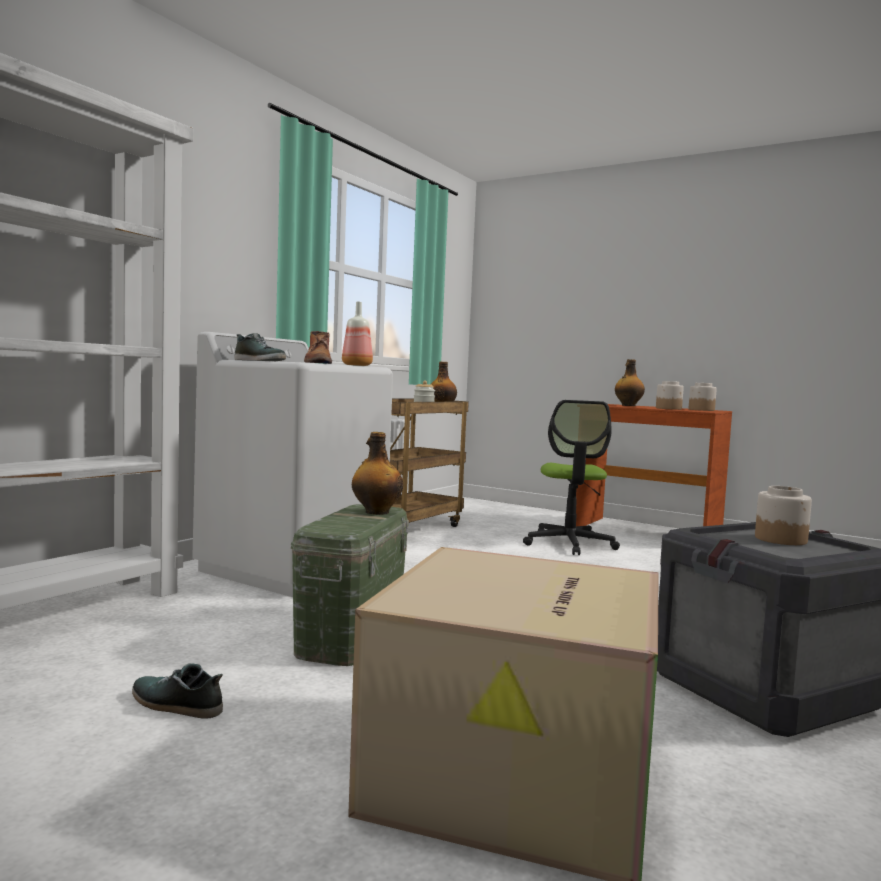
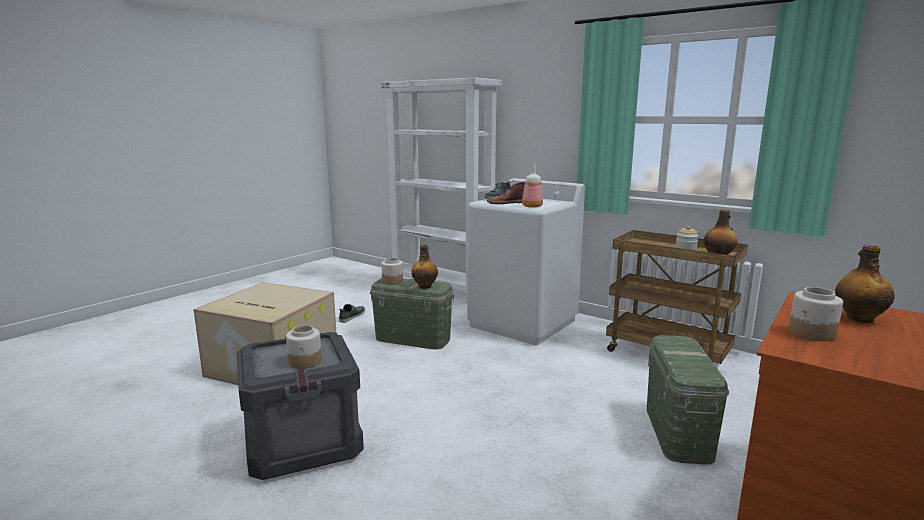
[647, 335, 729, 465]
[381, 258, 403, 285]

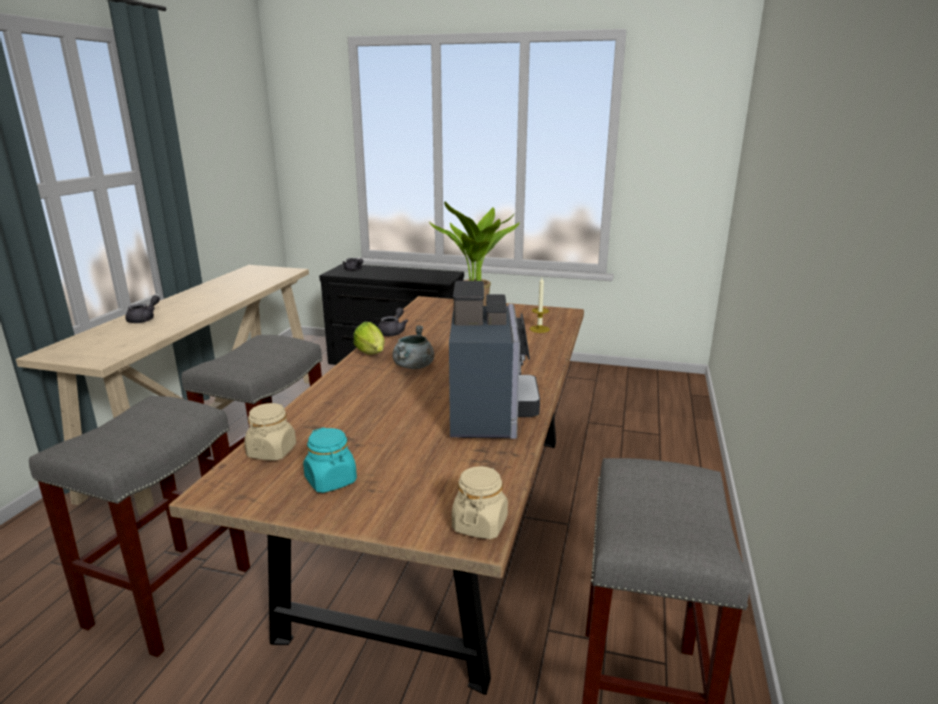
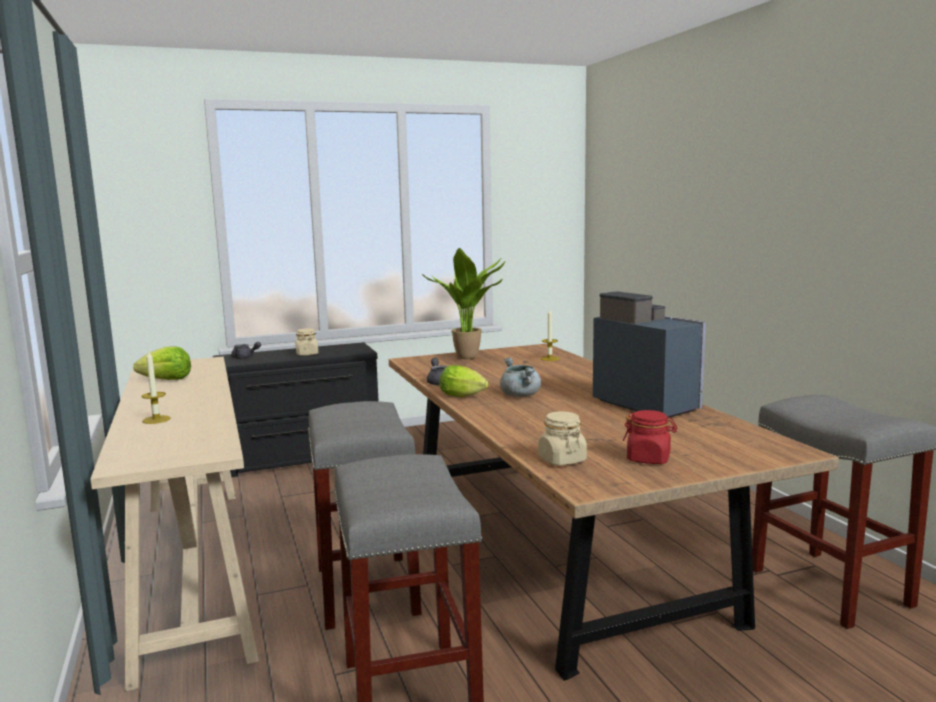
[141, 350, 171, 424]
[623, 410, 677, 464]
[296, 329, 318, 356]
[133, 346, 191, 380]

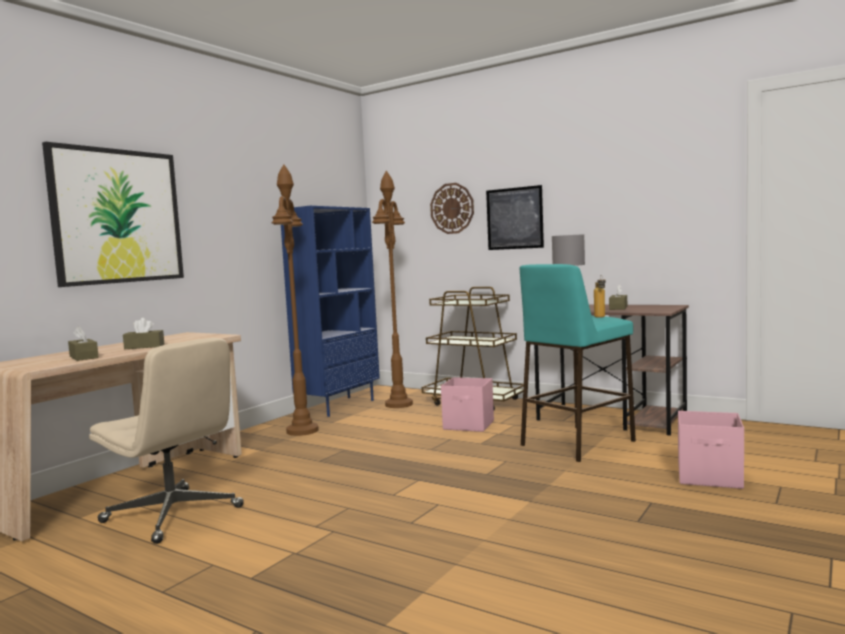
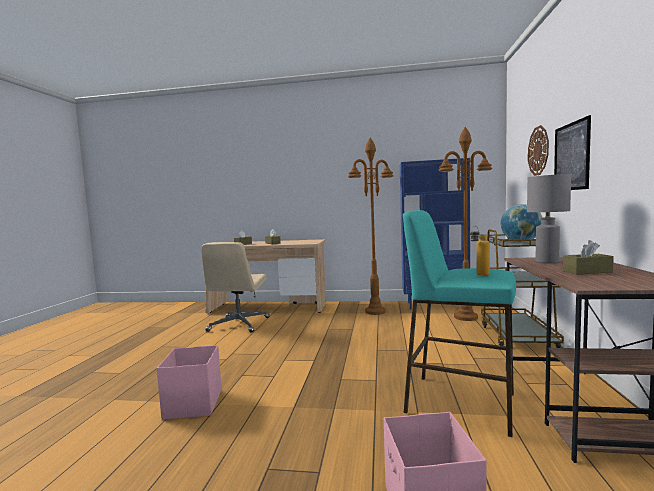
[42, 142, 184, 287] (first image)
[157, 345, 222, 420]
[500, 204, 543, 242]

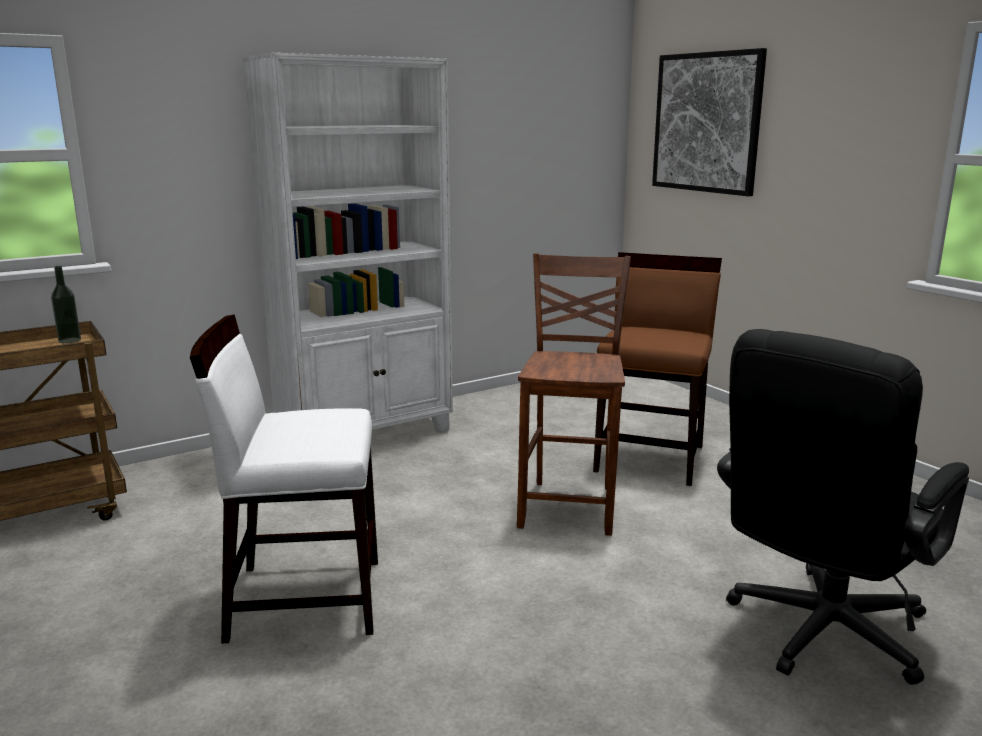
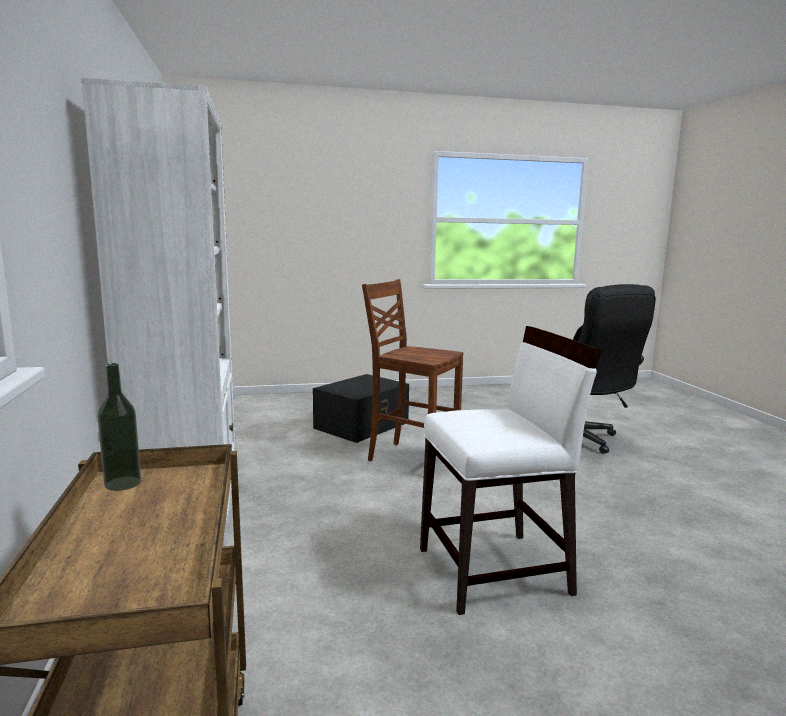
[420, 326, 601, 615]
[313, 374, 409, 443]
[652, 48, 767, 196] (first image)

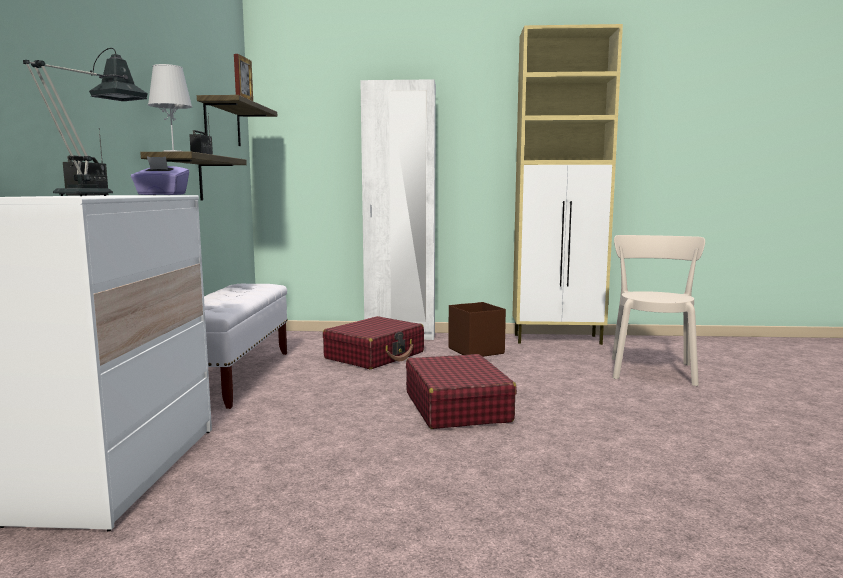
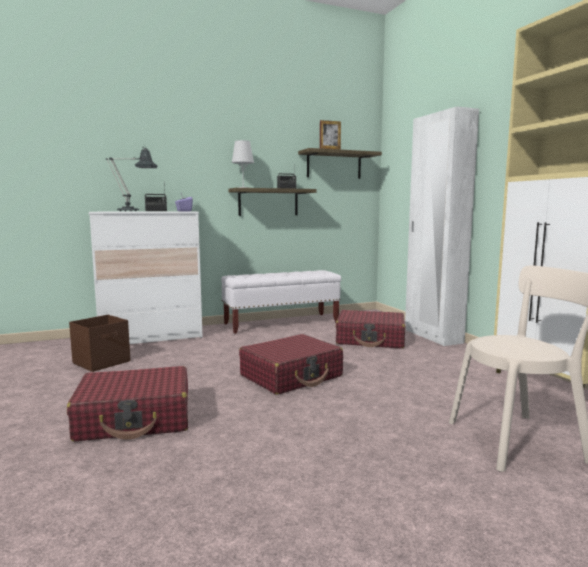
[69, 315, 130, 372]
[67, 366, 188, 442]

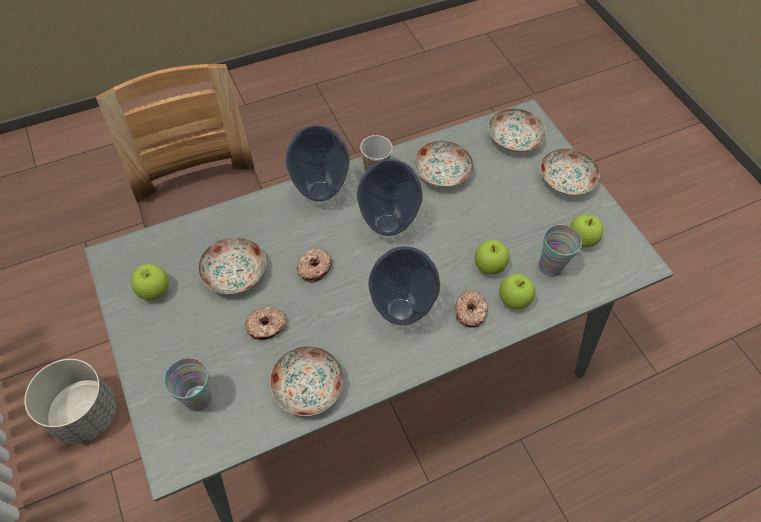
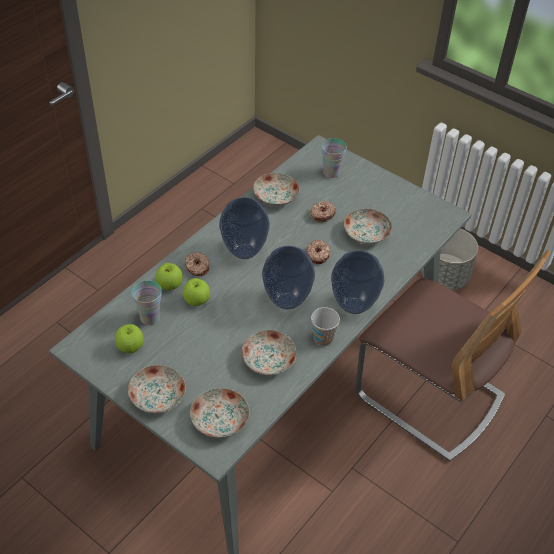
[131, 264, 169, 300] (first image)

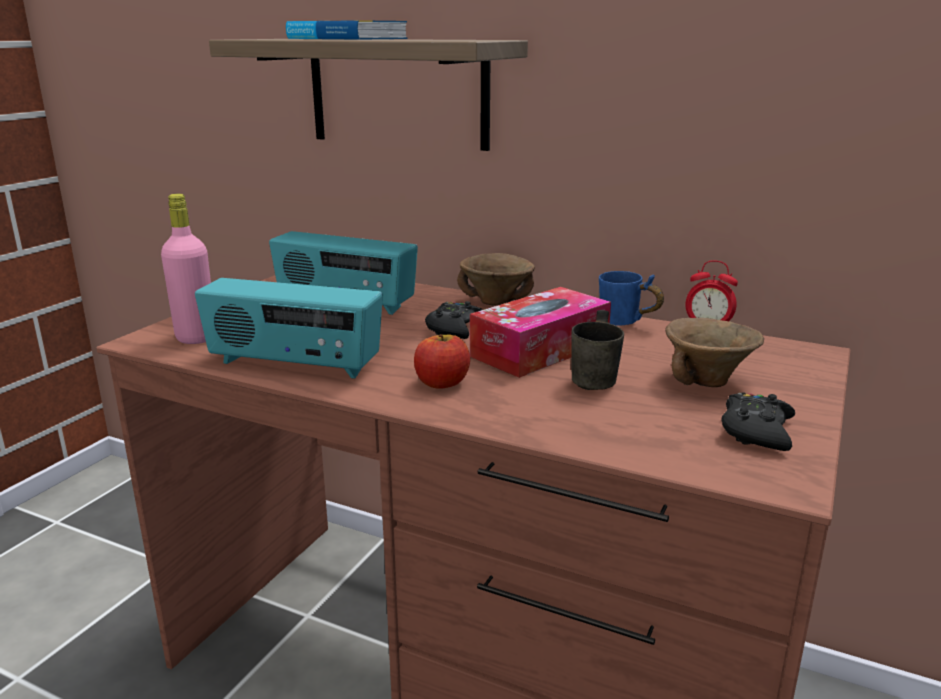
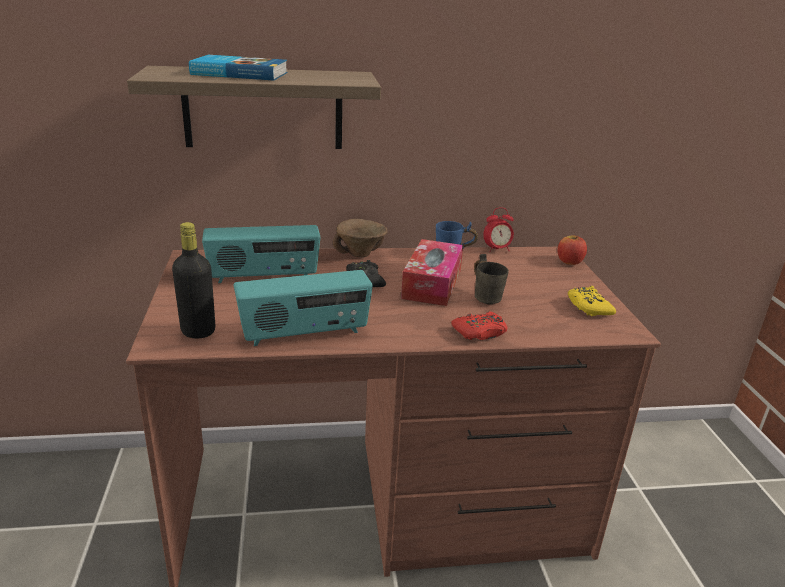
[172, 222, 216, 339]
[558, 235, 587, 265]
[665, 318, 764, 387] (first image)
[568, 286, 616, 316]
[451, 312, 508, 340]

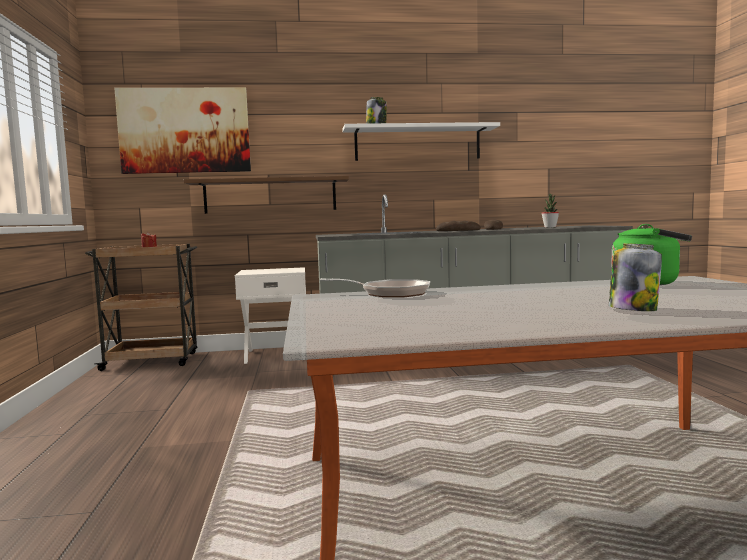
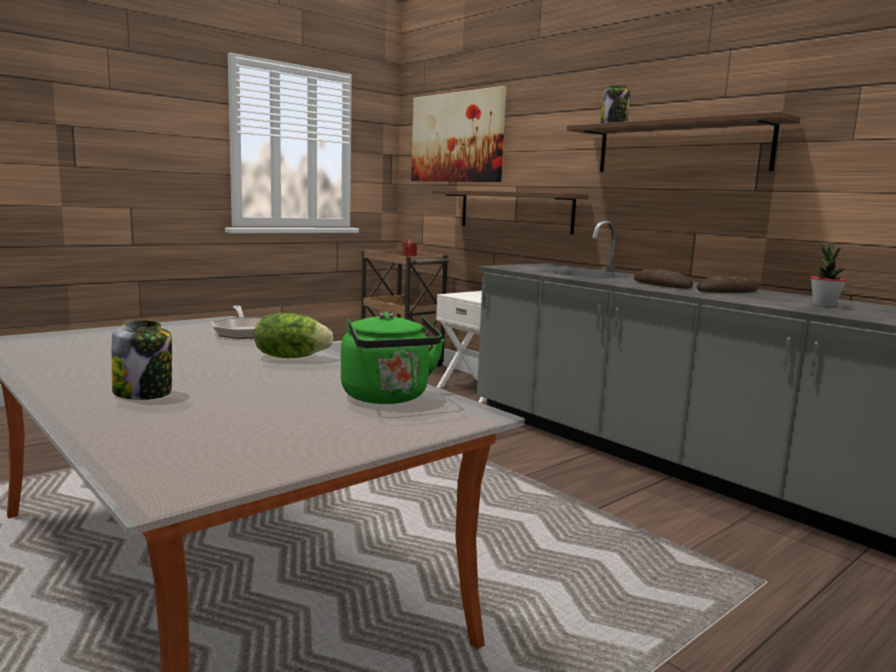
[567, 111, 801, 172]
[254, 313, 334, 358]

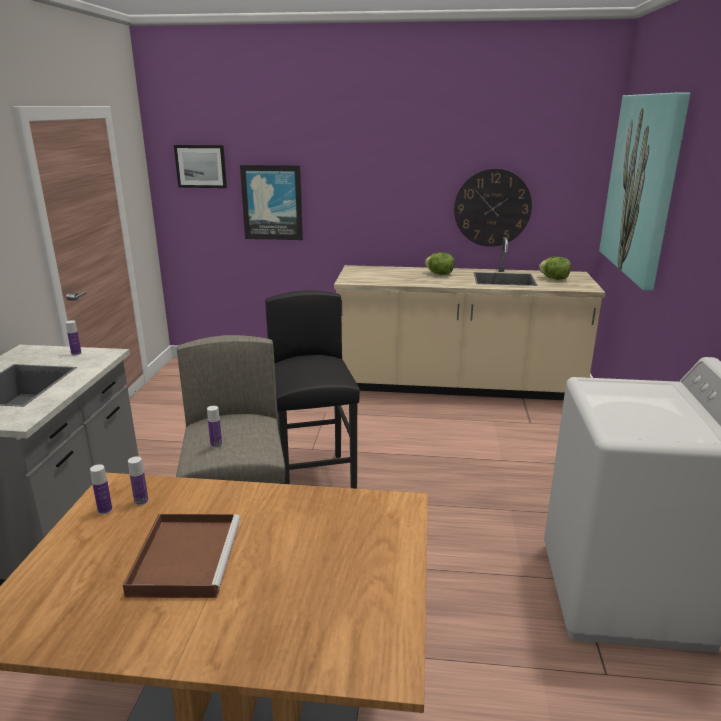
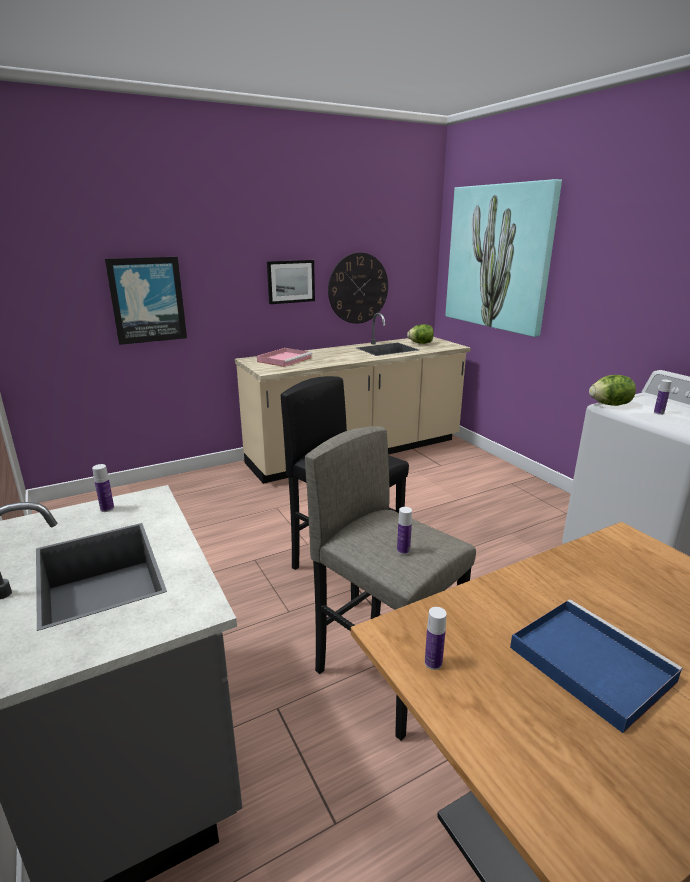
[510, 599, 683, 733]
[654, 380, 672, 415]
[267, 260, 315, 304]
[589, 375, 636, 406]
[257, 348, 313, 367]

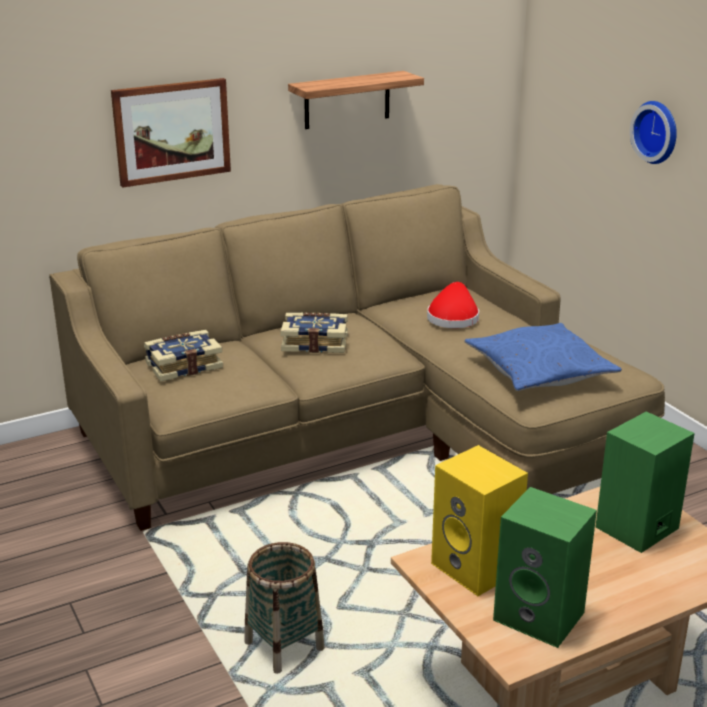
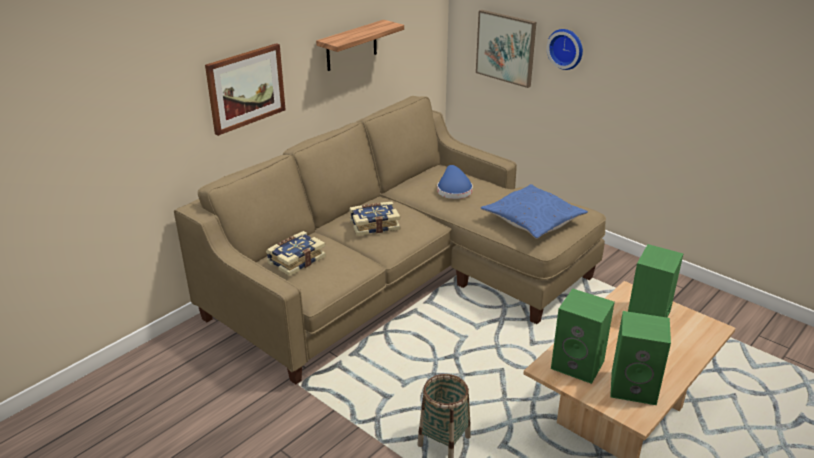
[437, 165, 473, 199]
[551, 288, 615, 384]
[476, 10, 536, 88]

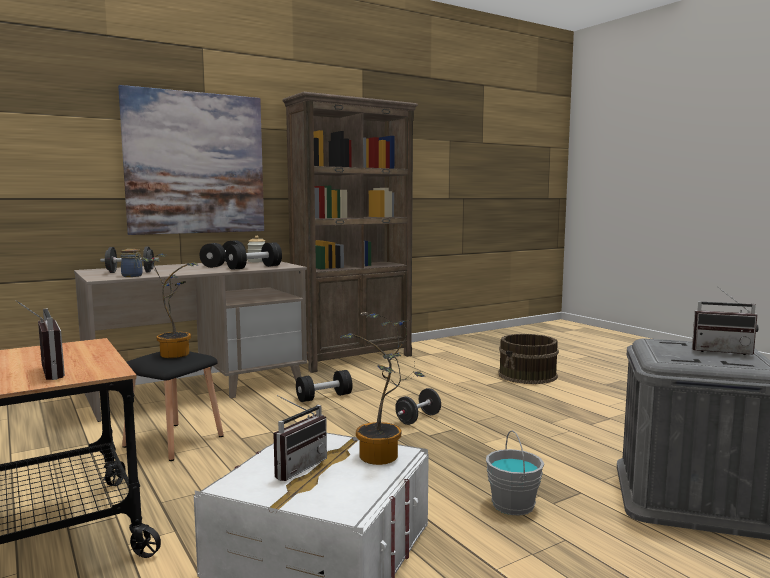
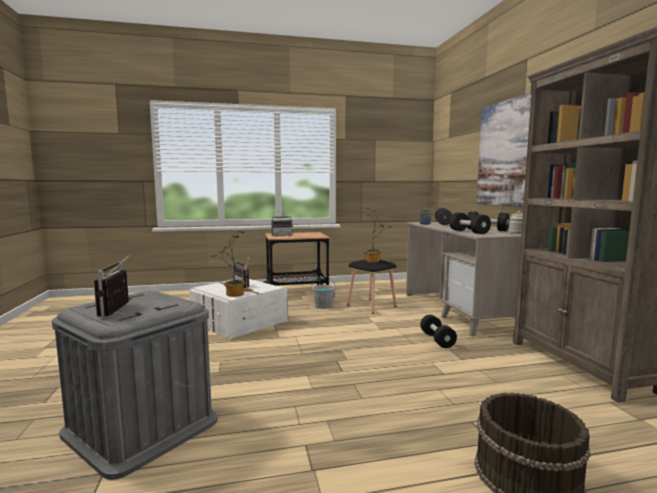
[395, 388, 441, 425] (first image)
[312, 276, 335, 309]
[94, 253, 132, 317]

